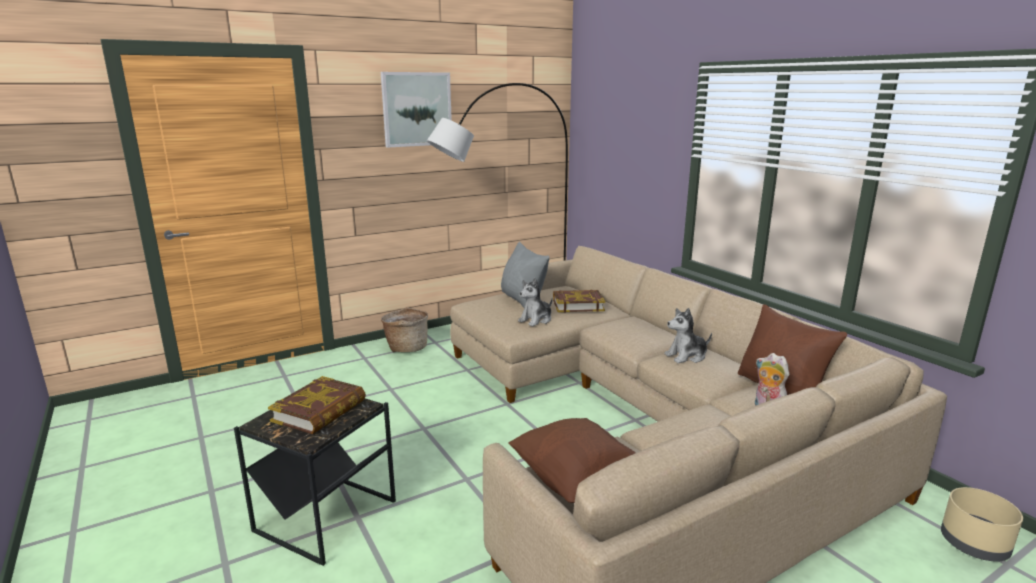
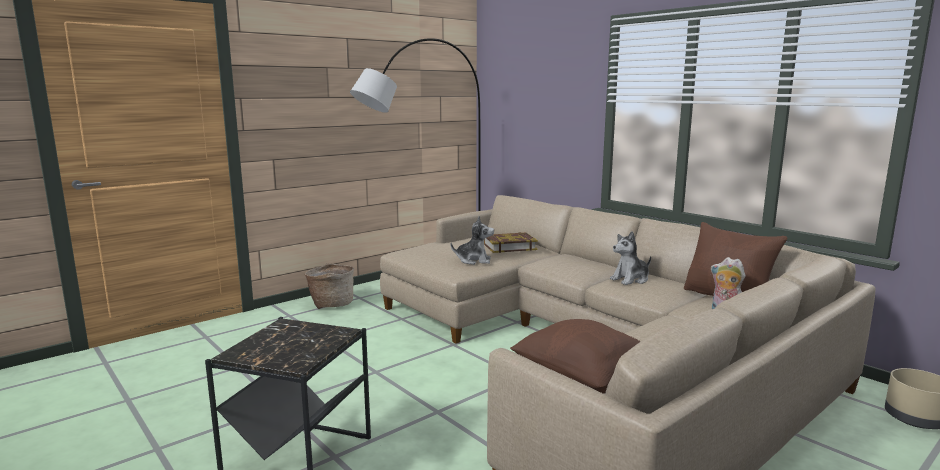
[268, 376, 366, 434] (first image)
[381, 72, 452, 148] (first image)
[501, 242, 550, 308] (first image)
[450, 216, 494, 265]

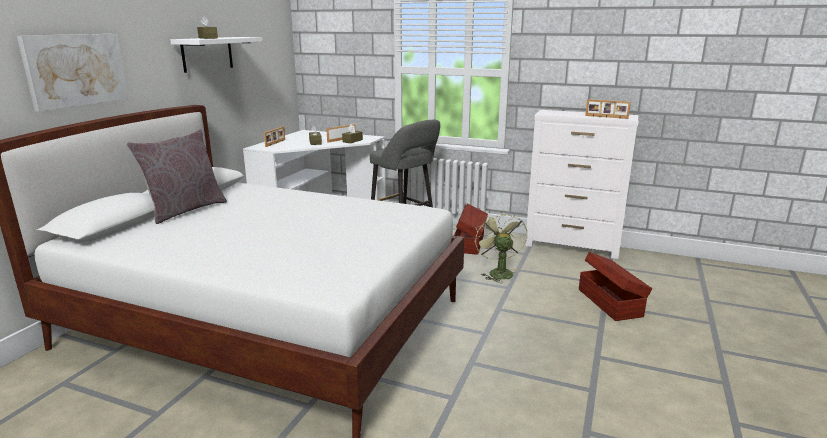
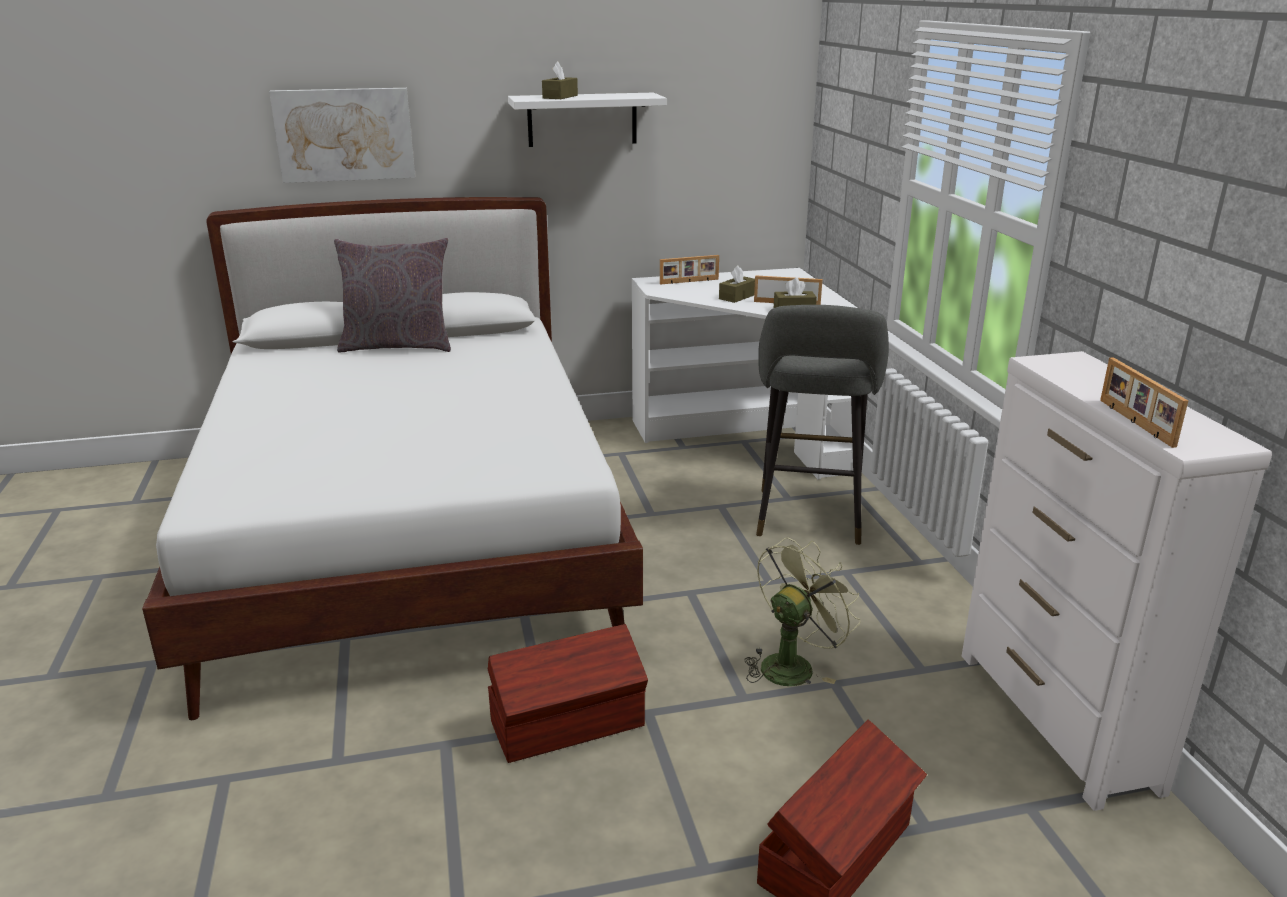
[488, 624, 648, 763]

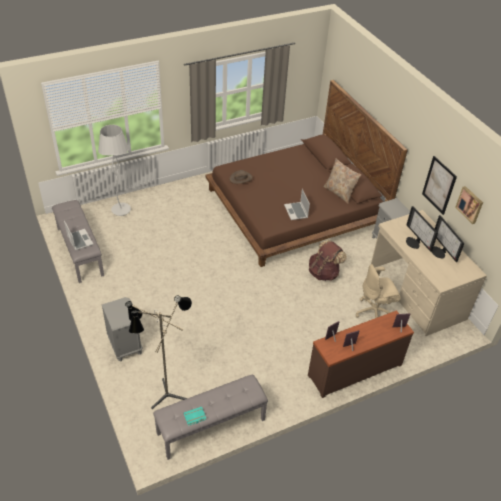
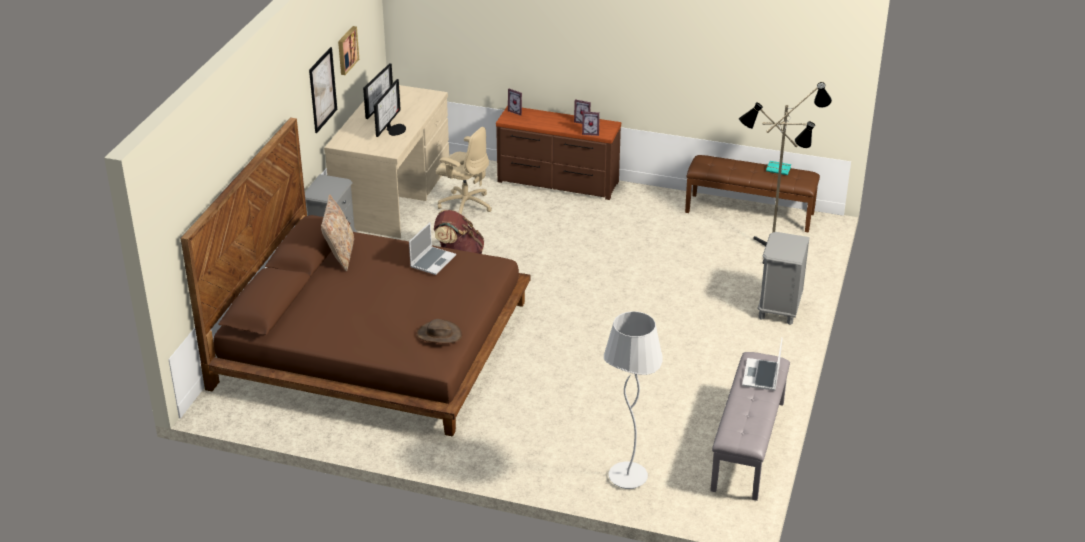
[685, 155, 820, 232]

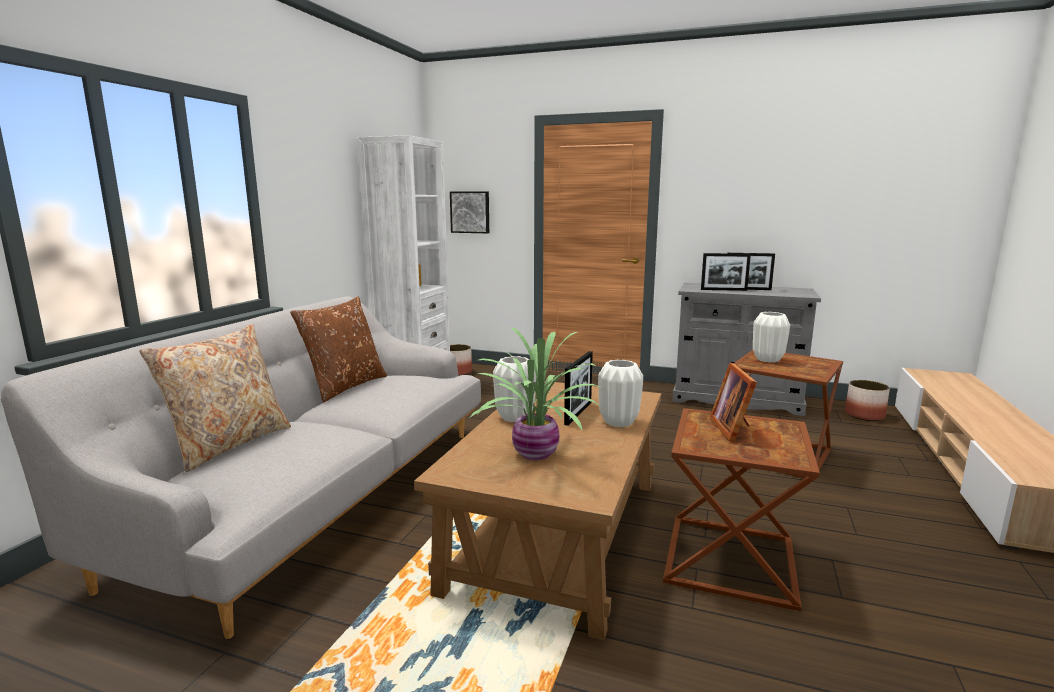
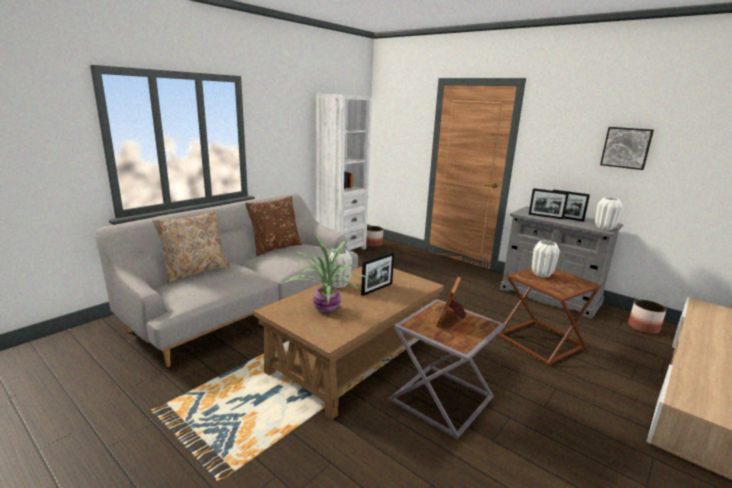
[600, 127, 654, 170]
[595, 197, 623, 230]
[389, 299, 505, 439]

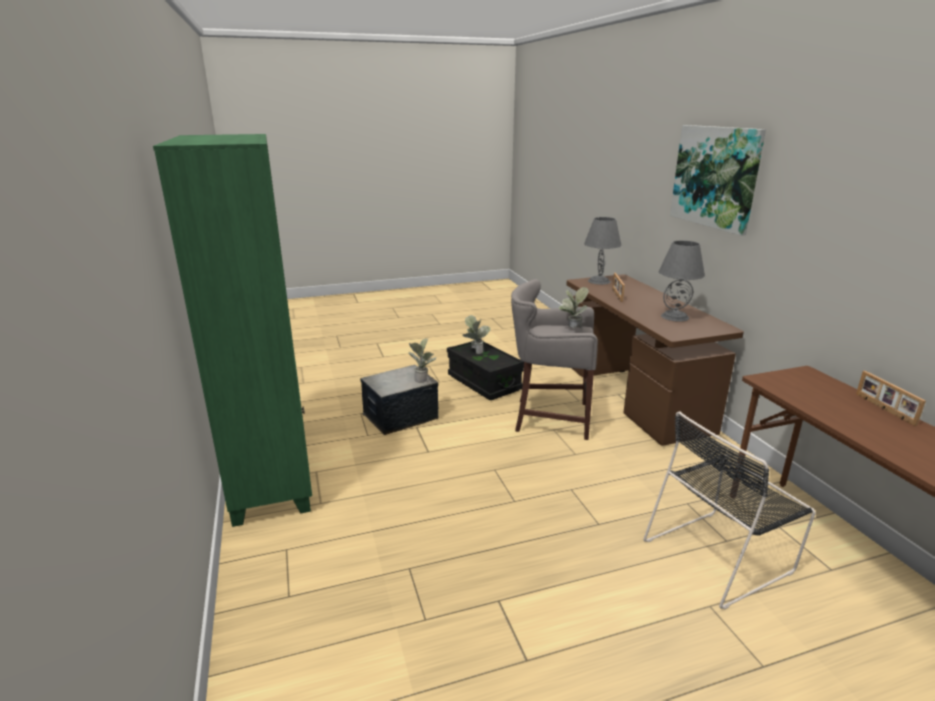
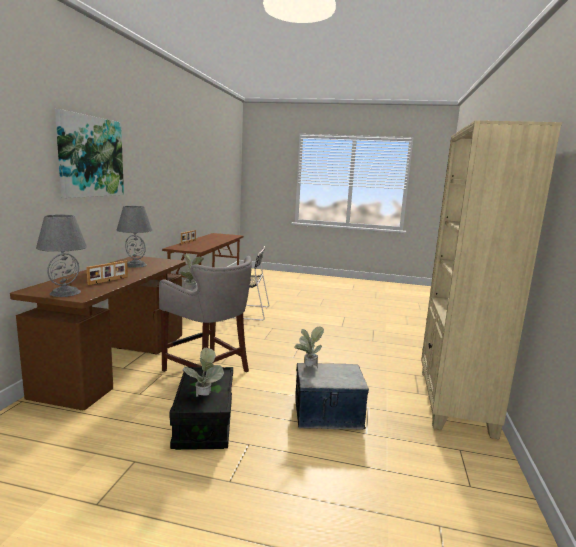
[421, 120, 562, 439]

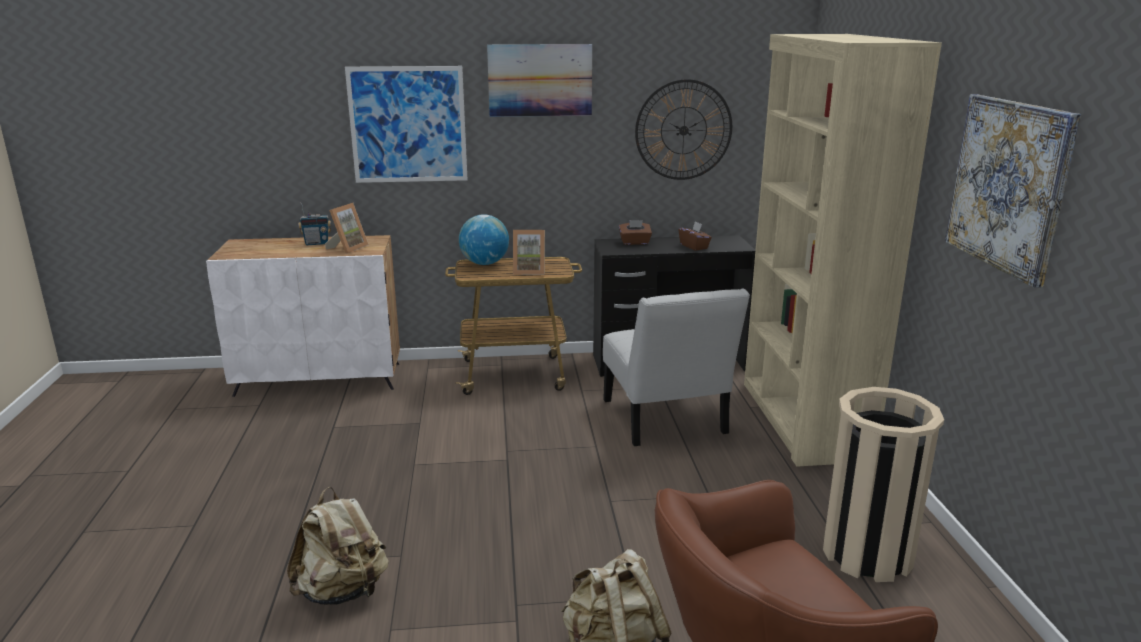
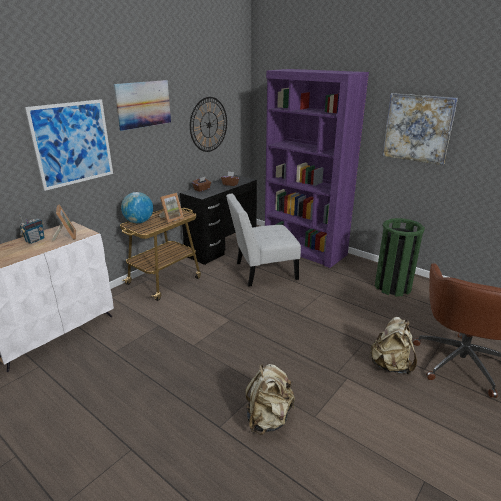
[226, 194, 301, 287]
[265, 69, 369, 268]
[375, 218, 425, 296]

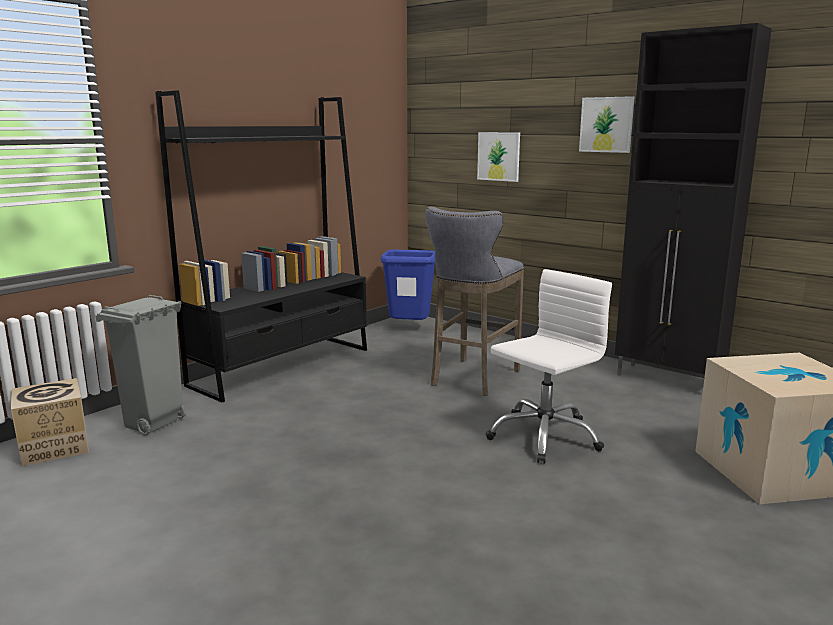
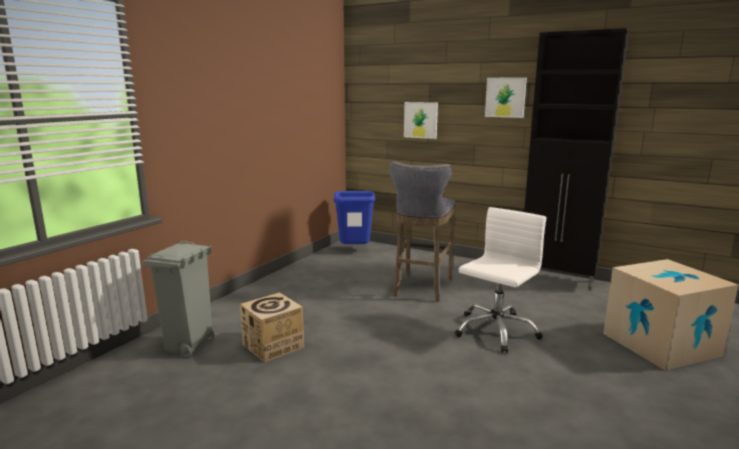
[240, 292, 304, 362]
[155, 90, 367, 402] (first image)

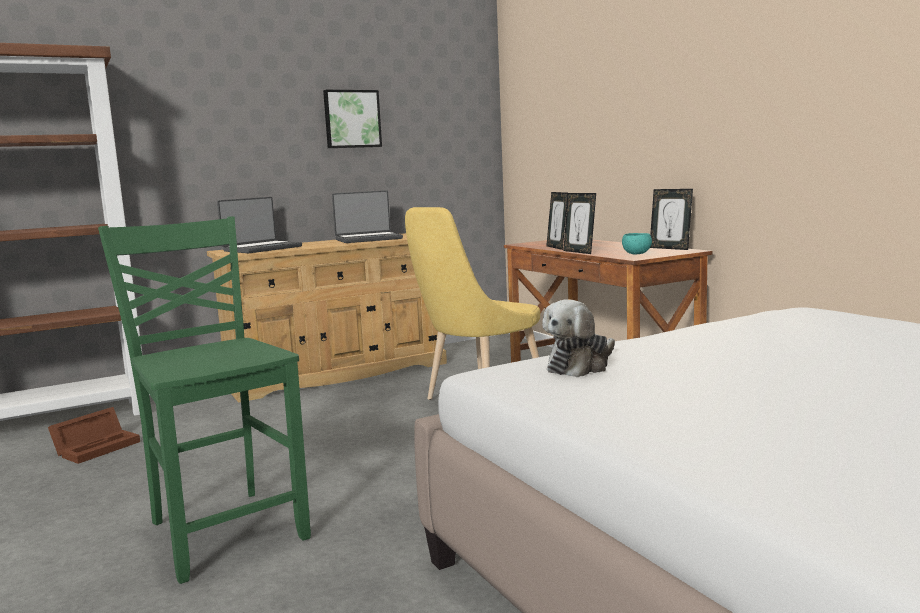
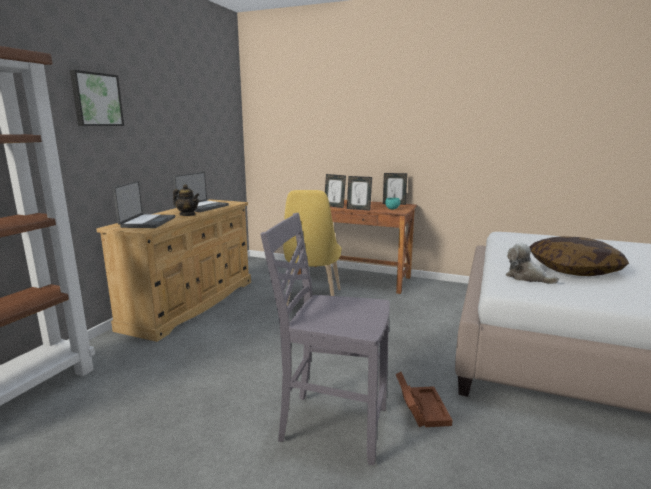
[396, 372, 452, 427]
[261, 213, 390, 465]
[70, 70, 124, 126]
[506, 243, 559, 284]
[173, 184, 199, 216]
[530, 236, 629, 276]

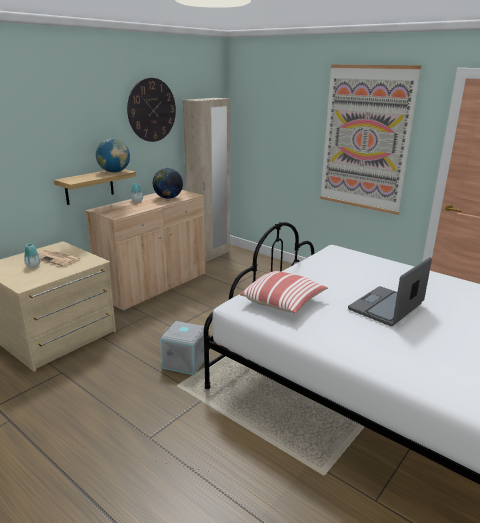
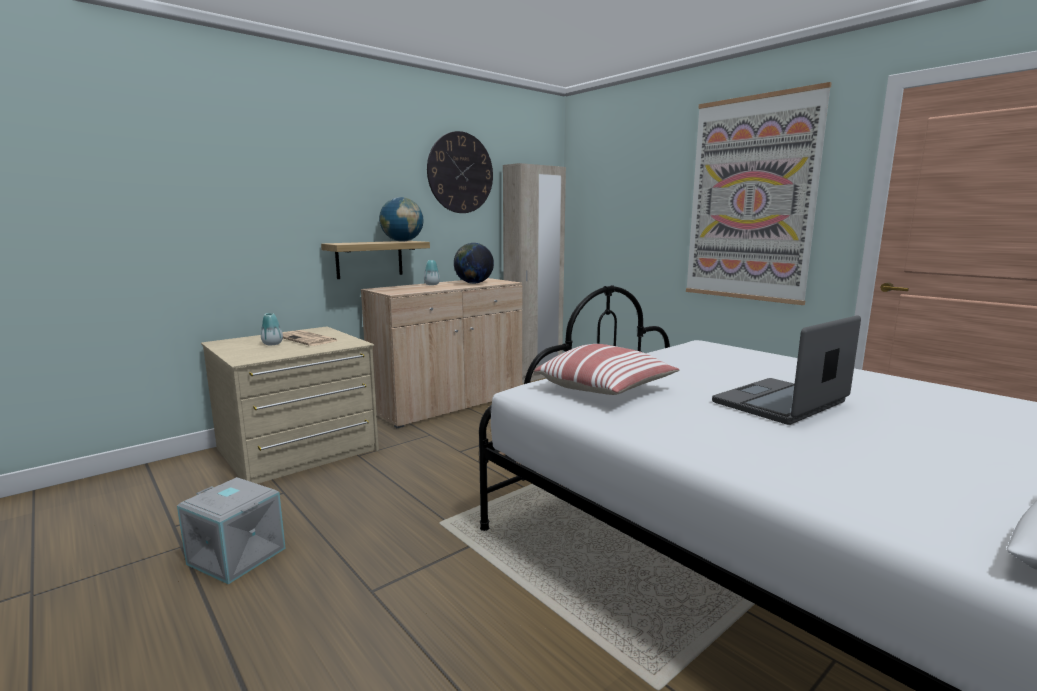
[177, 477, 286, 584]

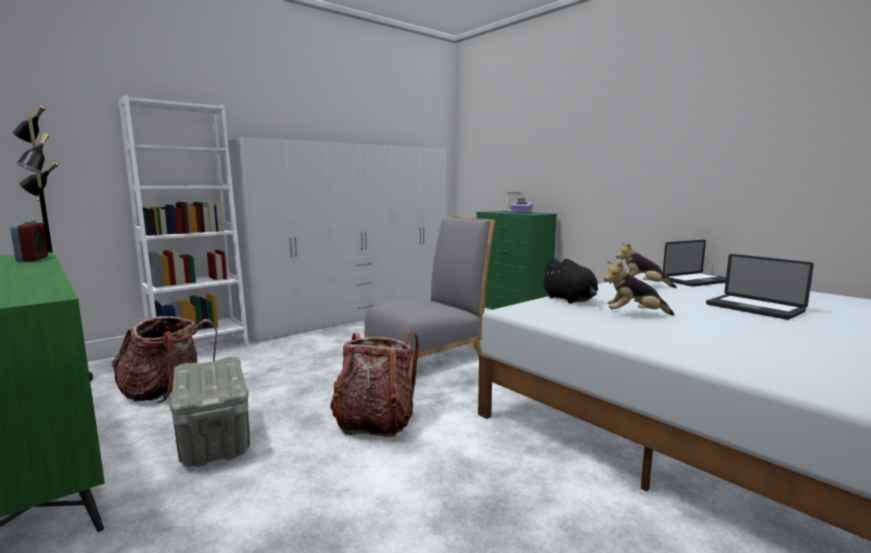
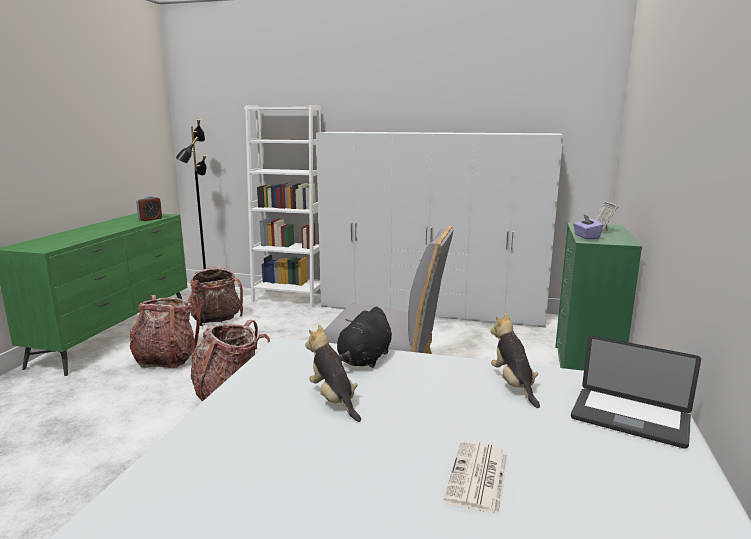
[130, 293, 201, 368]
[443, 440, 508, 515]

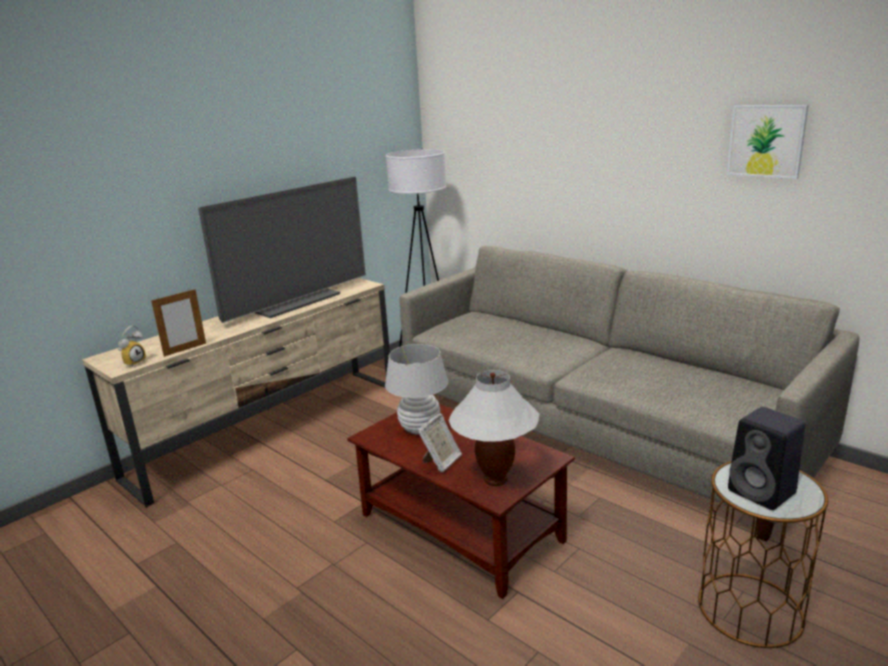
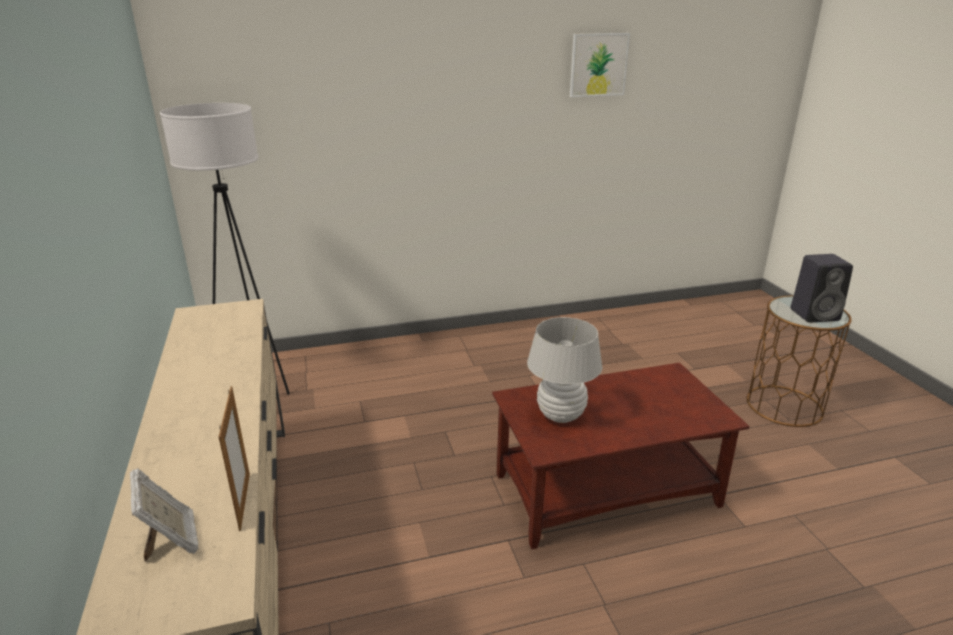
[118, 326, 146, 367] (first image)
[198, 176, 366, 323] (first image)
[400, 246, 859, 542] (first image)
[130, 468, 198, 562]
[448, 370, 539, 486] (first image)

